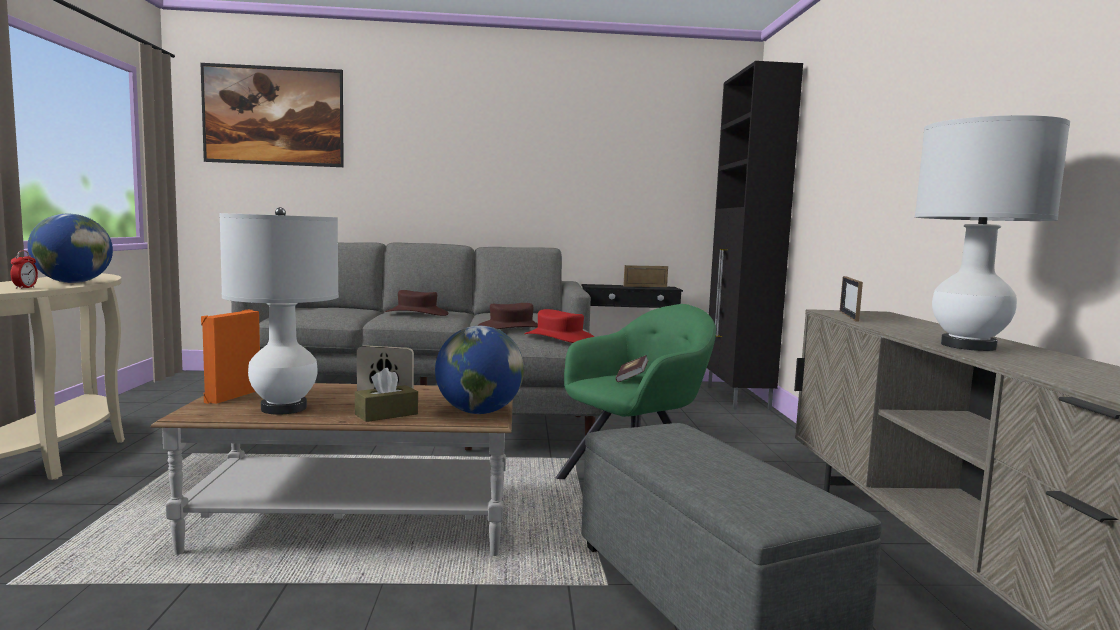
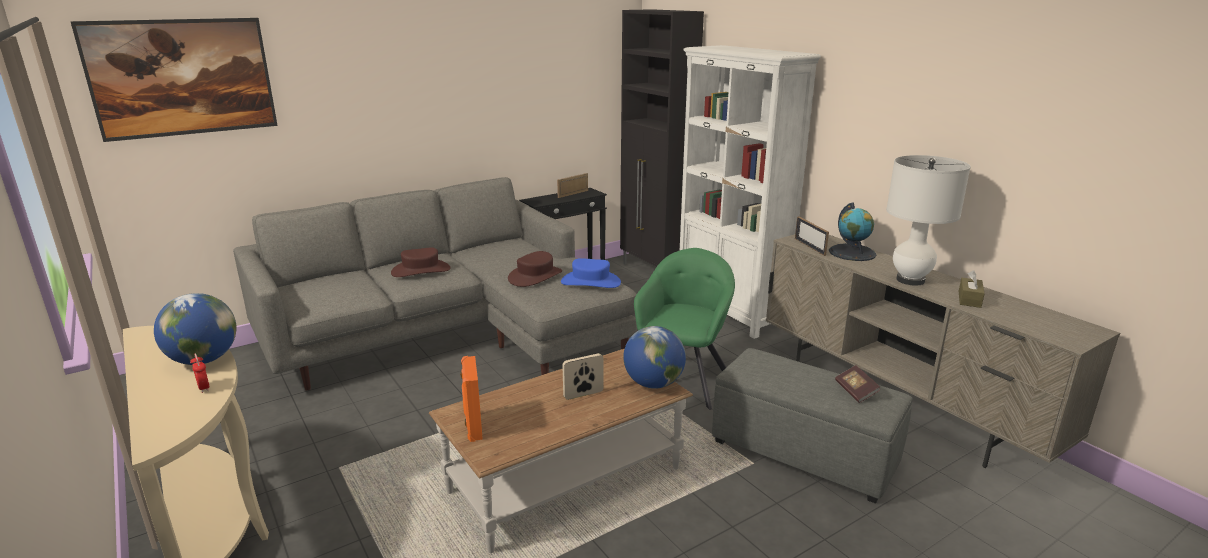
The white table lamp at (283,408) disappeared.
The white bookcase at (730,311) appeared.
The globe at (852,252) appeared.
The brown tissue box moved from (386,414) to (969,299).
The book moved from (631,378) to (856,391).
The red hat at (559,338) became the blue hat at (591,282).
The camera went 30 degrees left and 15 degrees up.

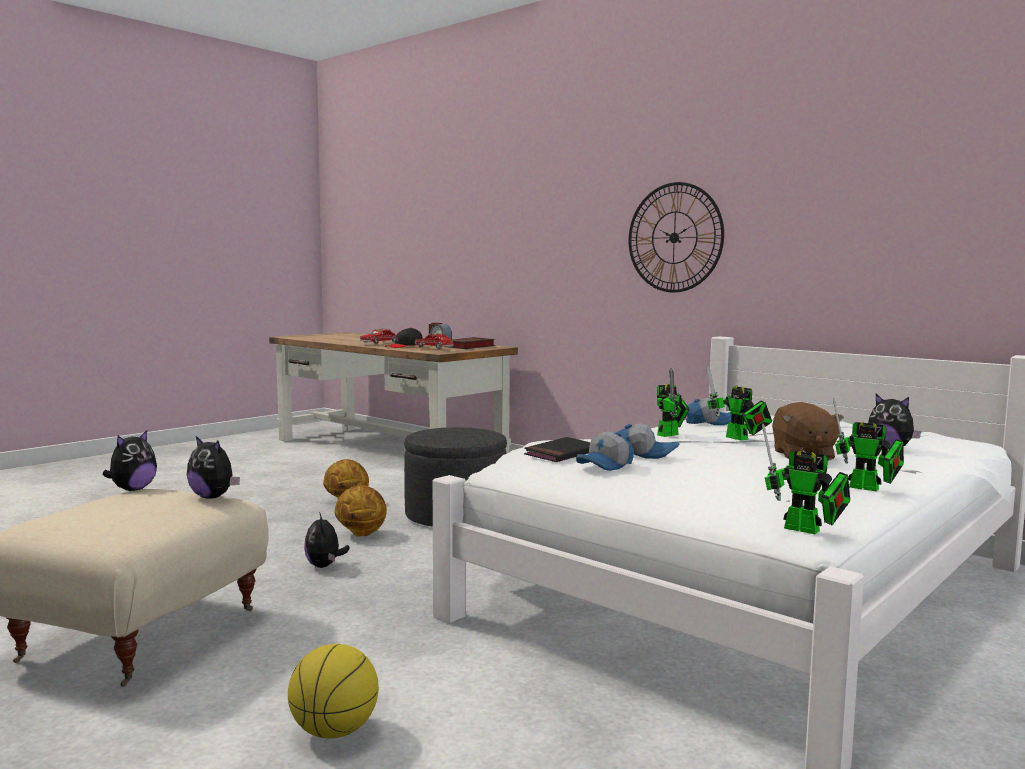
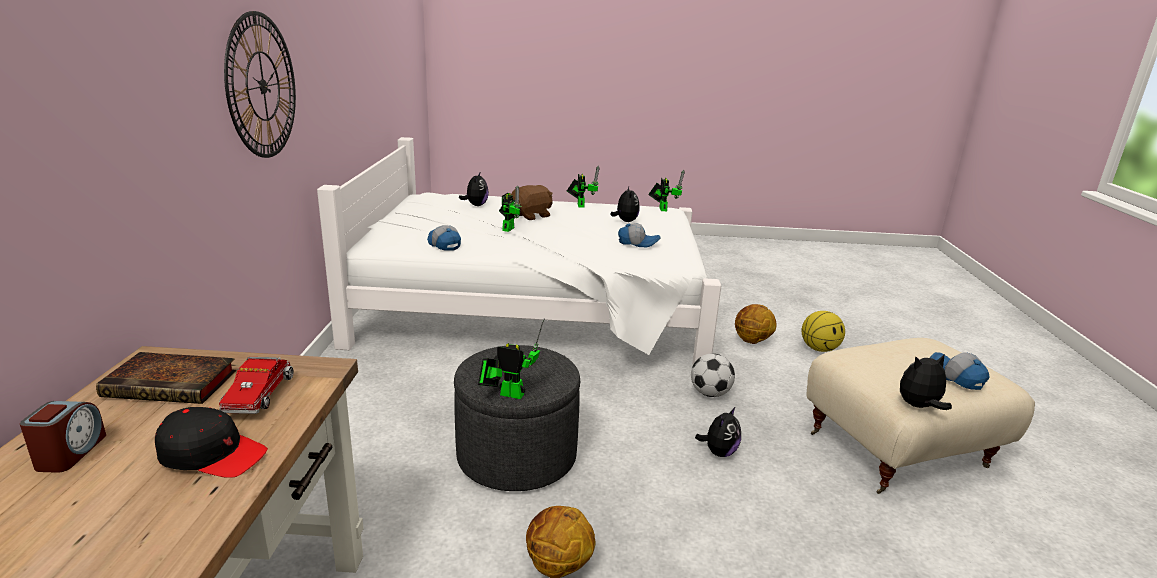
The toy truck at (380,344) disappeared.
The black book at (562,454) disappeared.
The football at (710,393) appeared.
The plush toy moved from (213,497) to (625,221).
The basketball moved from (361,534) to (752,341).
The cap moved from (645,454) to (955,377).
The toy robot moved from (670,434) to (508,393).
The camera went 130 degrees left and 15 degrees up.

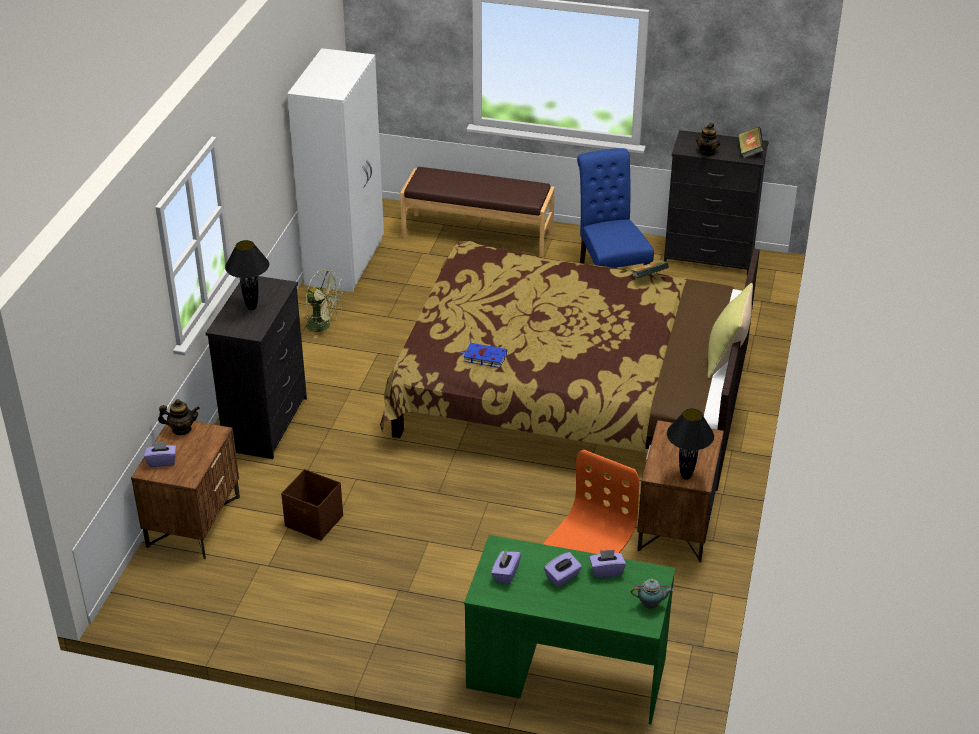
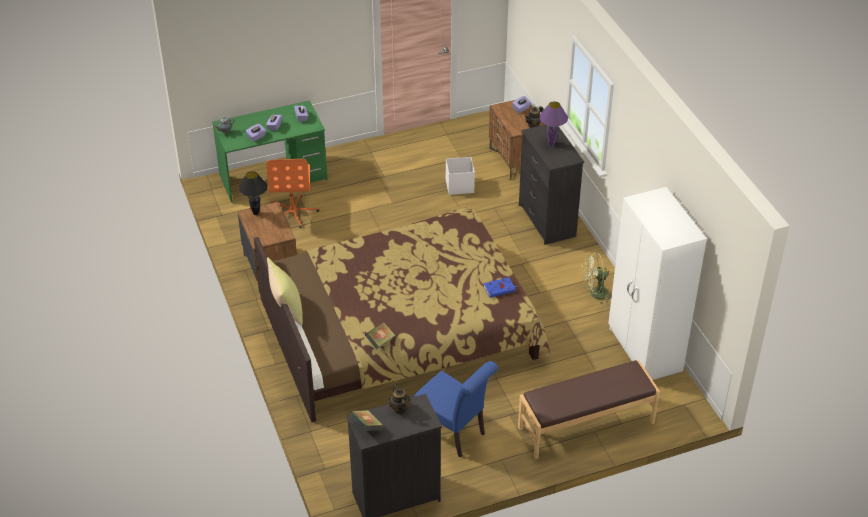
The blue book moved from (483,357) to (500,289).
The black table lamp at (252,308) became the purple table lamp at (551,144).
The brown storage box at (314,522) became the white storage box at (459,186).
The camera went 145 degrees right and 5 degrees up.

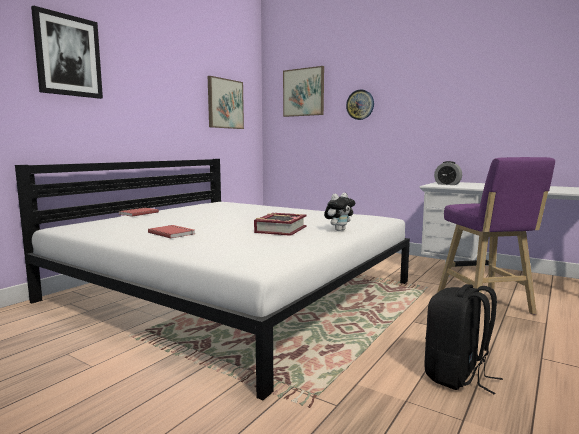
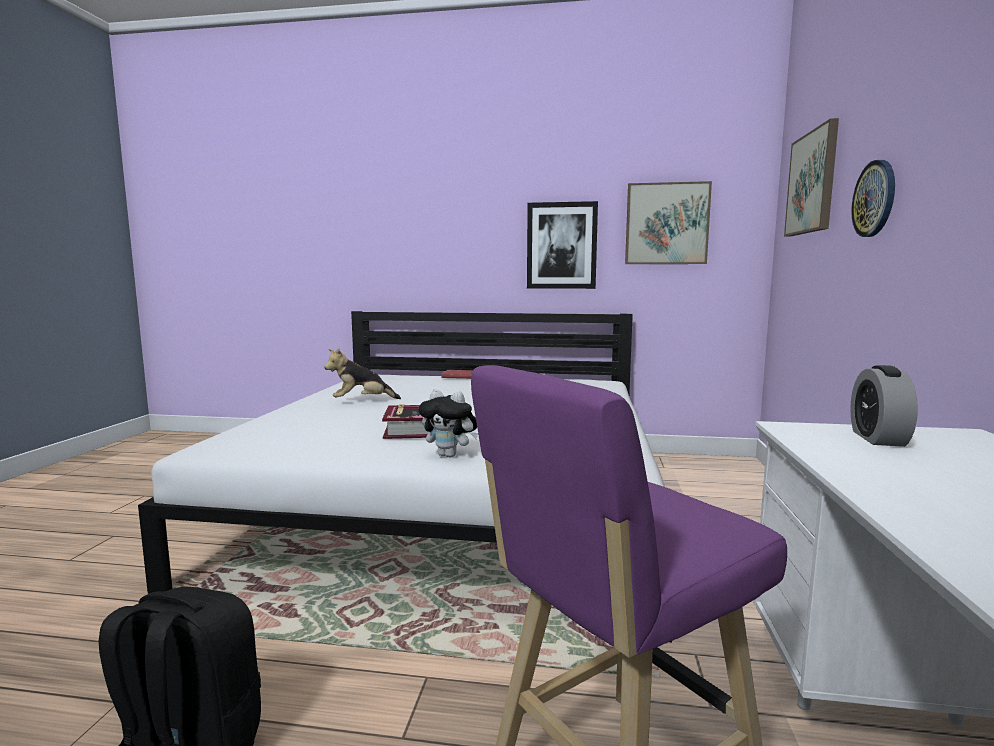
The picture moved from (68,56) to (561,246).
The red book at (172,233) was replaced by the plush toy at (361,401).
The camera went 65 degrees right and 0 degrees up.

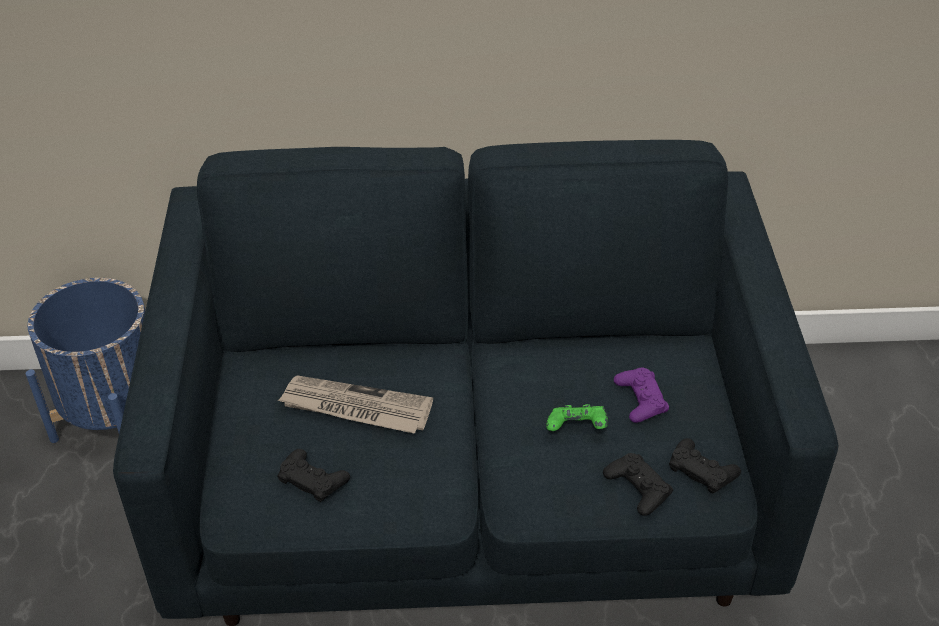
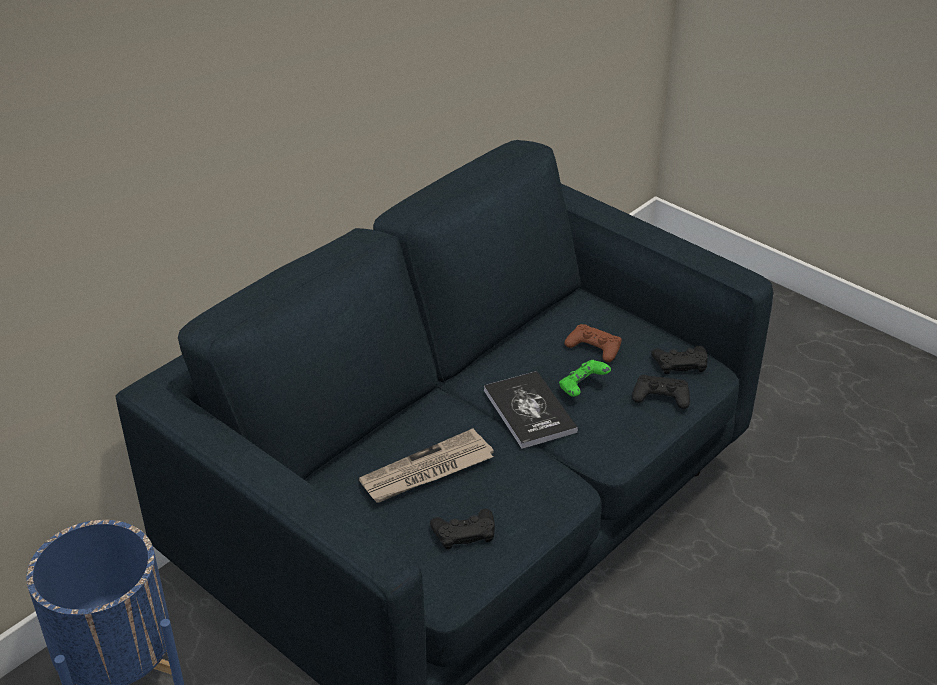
The book at (529,411) appeared.
The purple game controller at (640,399) became the brown game controller at (594,347).
The camera went 45 degrees left and 5 degrees down.

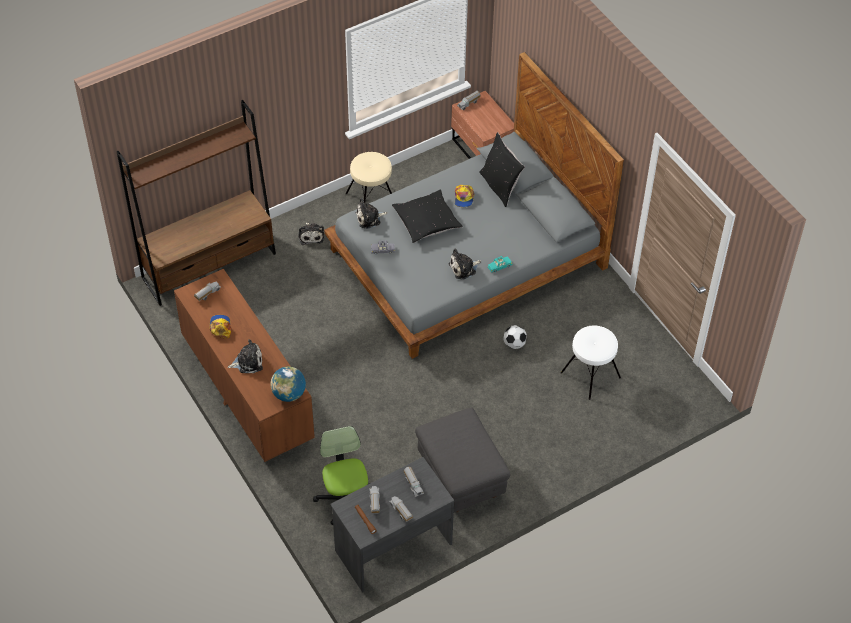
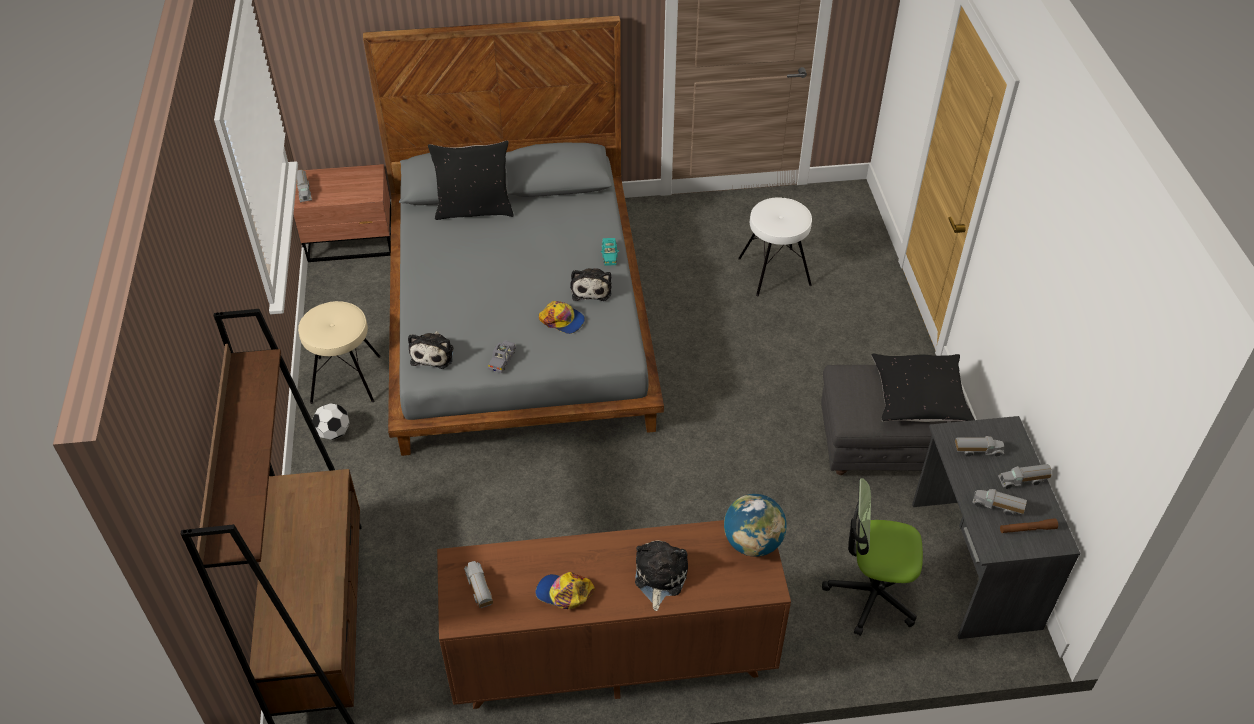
The plush toy at (311,235) disappeared.
The black pillow moved from (426,221) to (919,396).
The cap moved from (464,198) to (562,320).
The football moved from (514,344) to (333,433).
The camera went 65 degrees left and 5 degrees down.

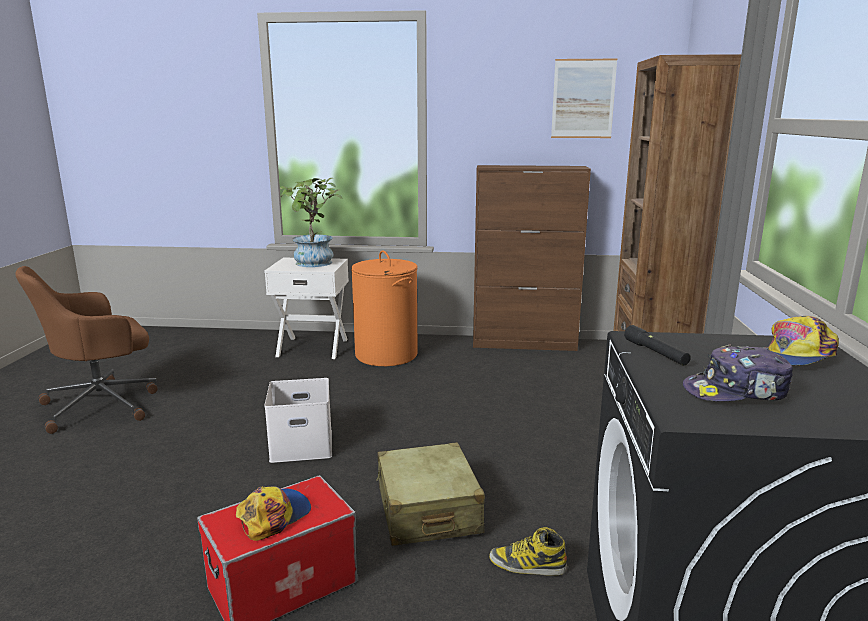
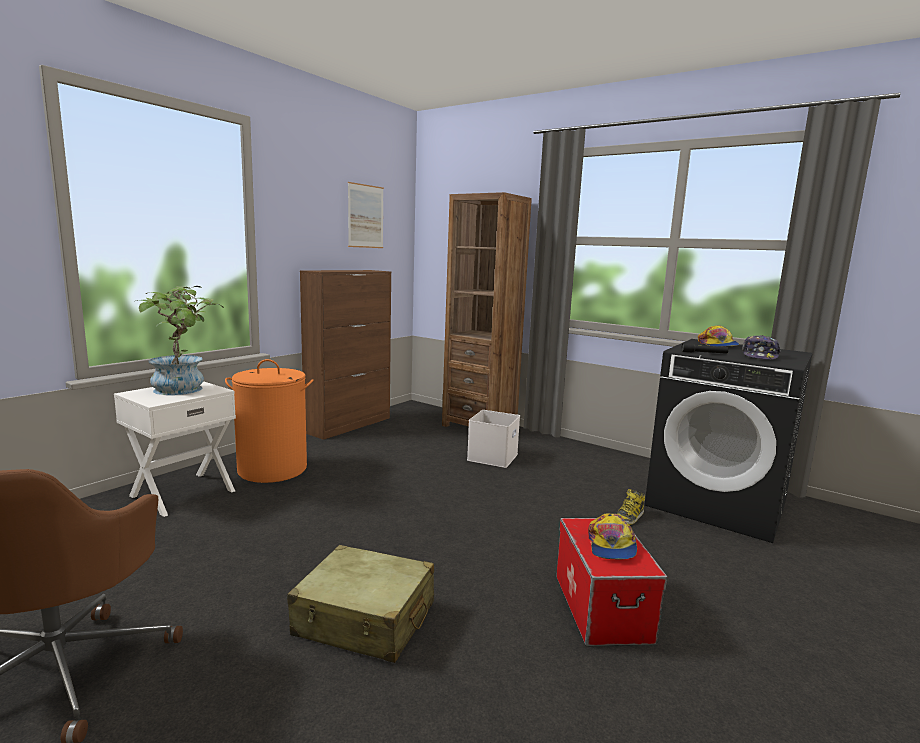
The white storage box moved from (303,444) to (492,456).
The beige suitcase moved from (427,510) to (365,619).
The cap at (274,516) turned 150 degrees counterclockwise.
The camera went 60 degrees left and 5 degrees down.

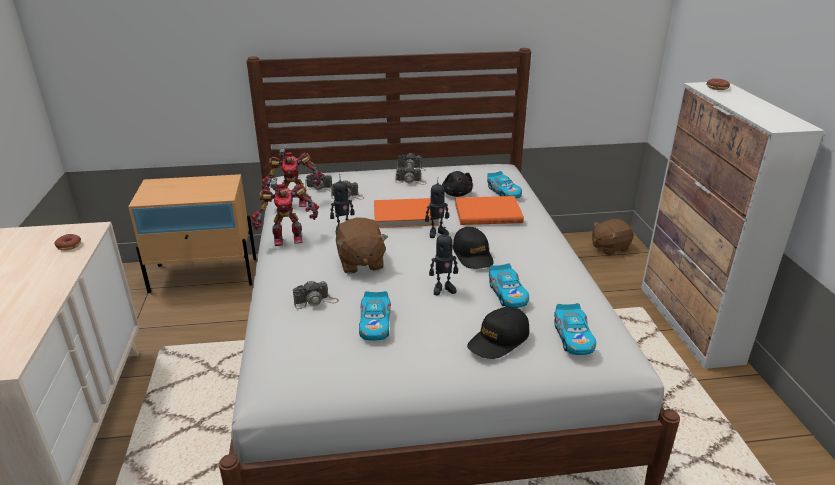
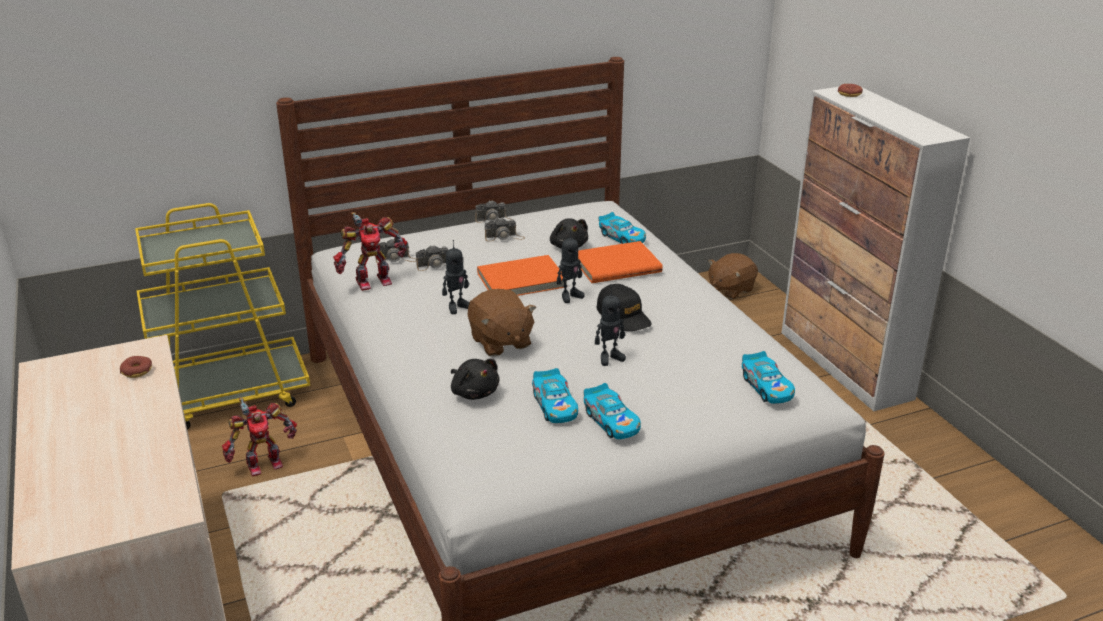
The black cap at (498,340) disappeared.
The toy robot moved from (287,238) to (263,463).
The toy car moved from (508,294) to (611,421).
The beige nightstand at (204,275) was replaced by the yellow cart at (228,395).
The photo camera at (316,301) was replaced by the black plush toy at (474,392).
The camera went 15 degrees left and 0 degrees up.

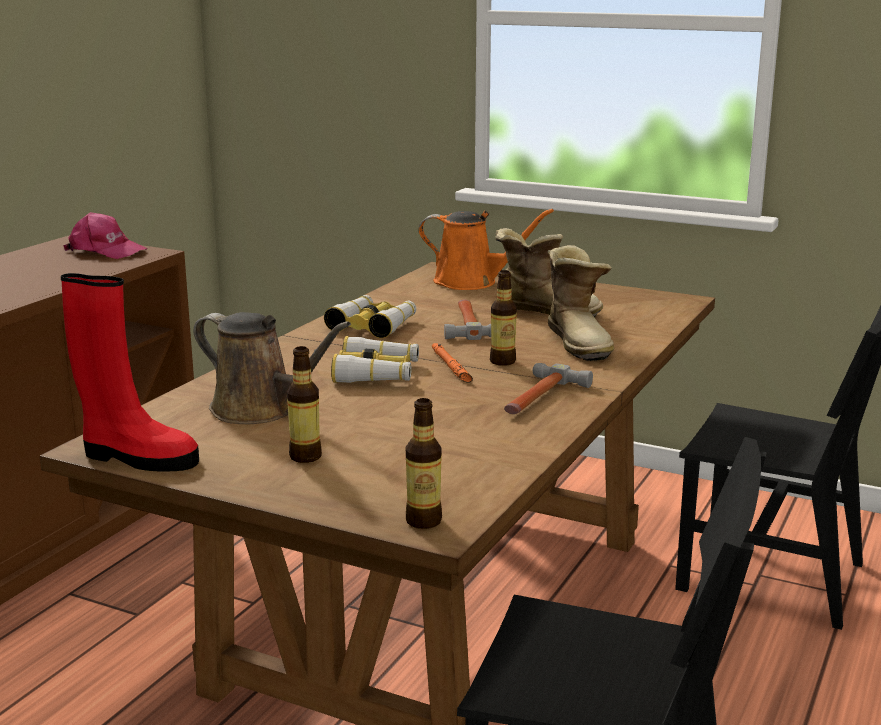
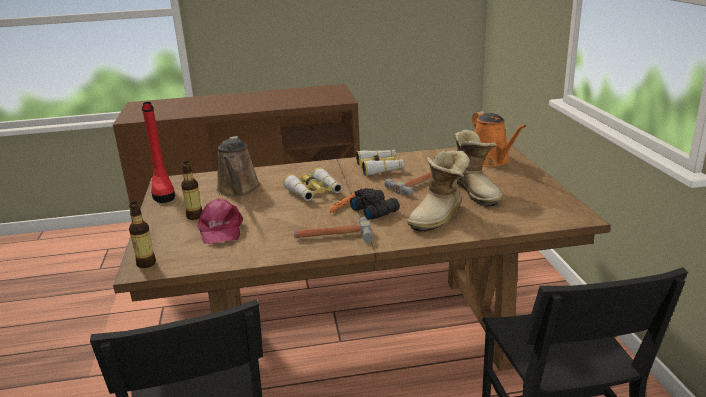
The pink cap moved from (105,251) to (220,230).
The bottle at (502,361) was replaced by the black binoculars at (375,210).
The camera went 55 degrees right and 5 degrees up.

